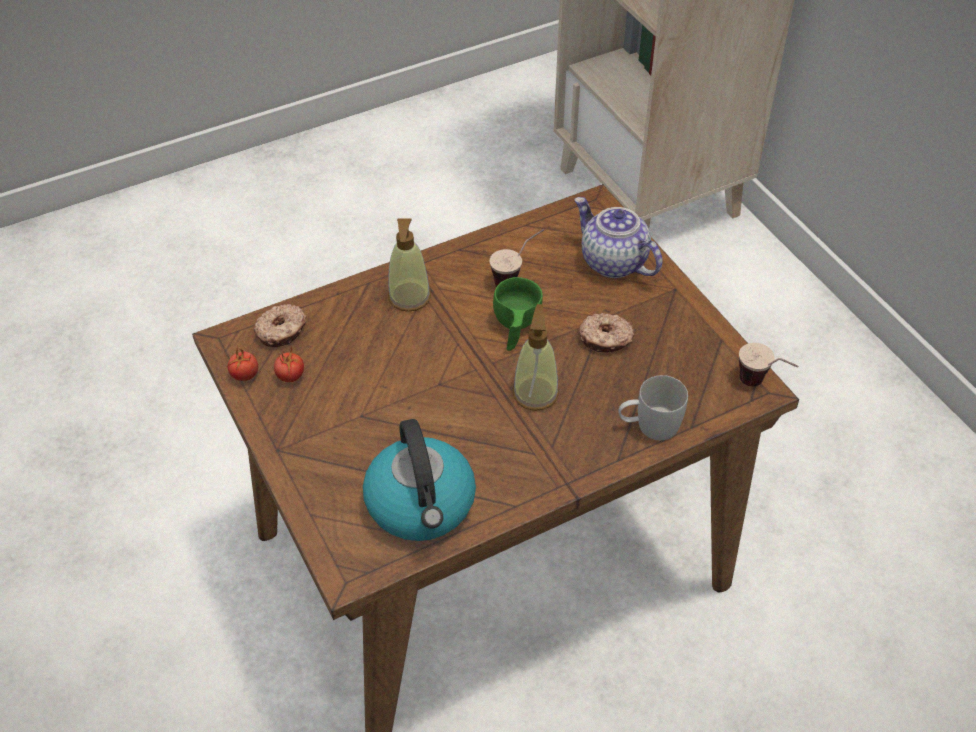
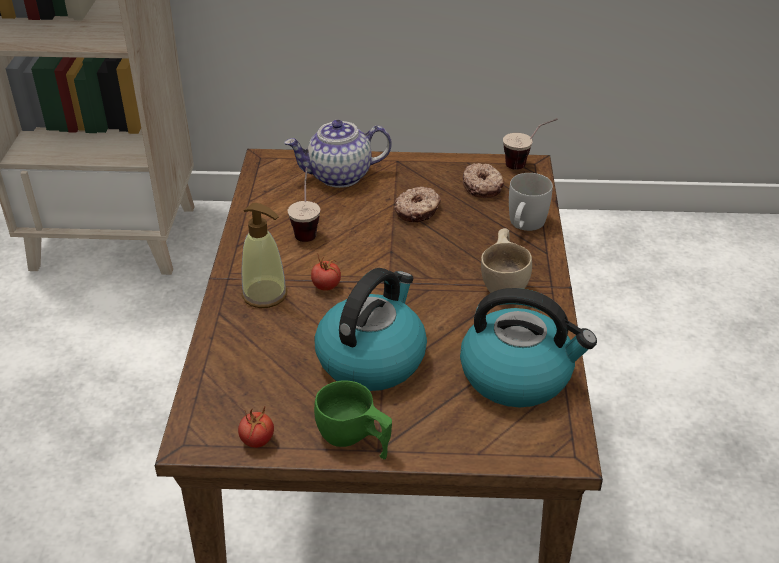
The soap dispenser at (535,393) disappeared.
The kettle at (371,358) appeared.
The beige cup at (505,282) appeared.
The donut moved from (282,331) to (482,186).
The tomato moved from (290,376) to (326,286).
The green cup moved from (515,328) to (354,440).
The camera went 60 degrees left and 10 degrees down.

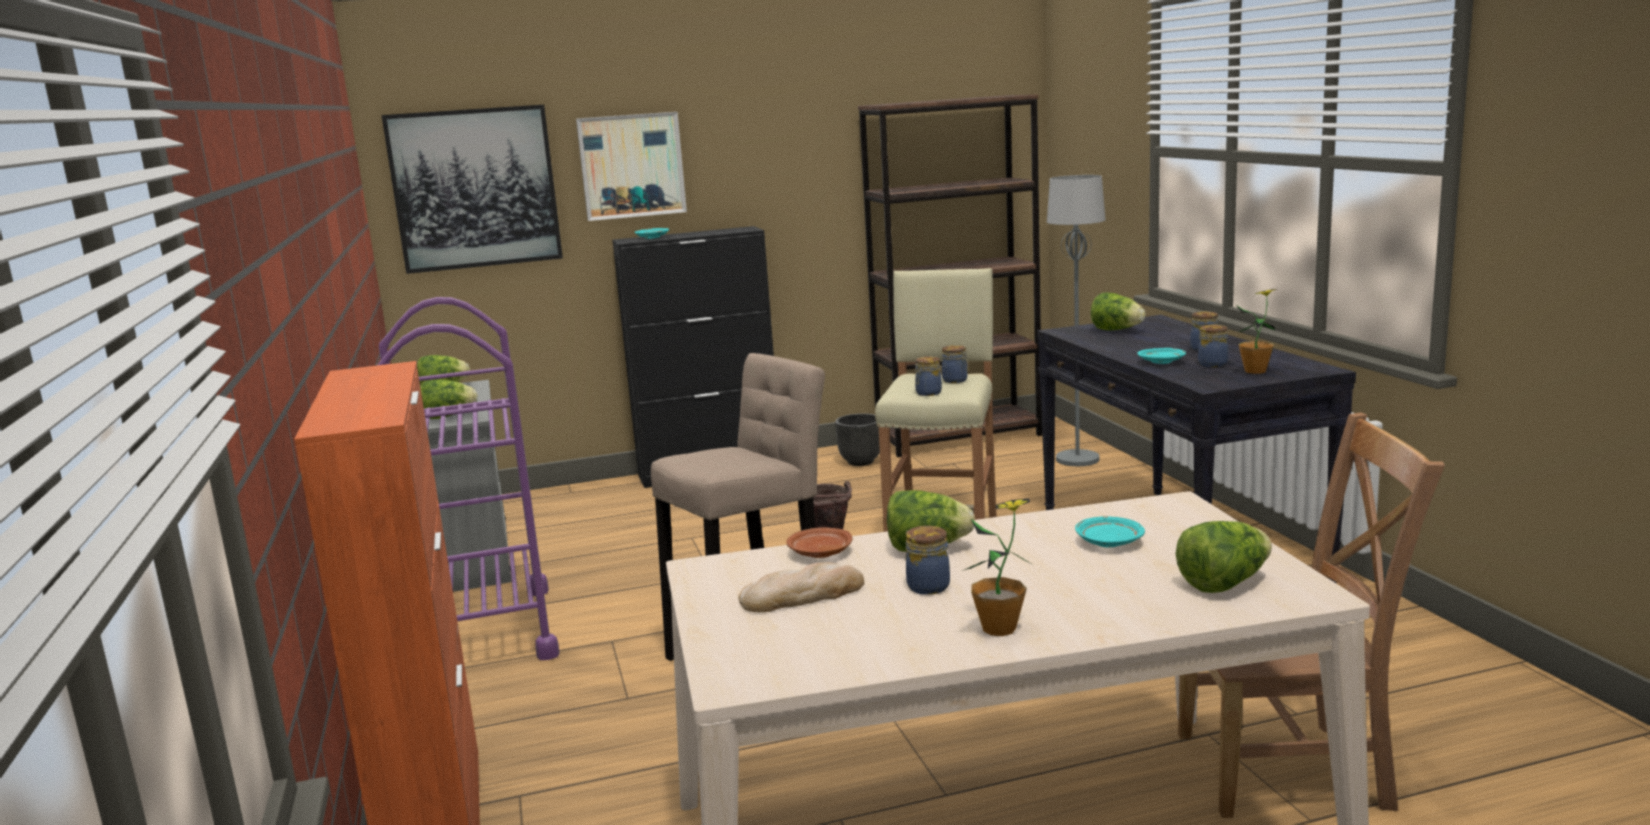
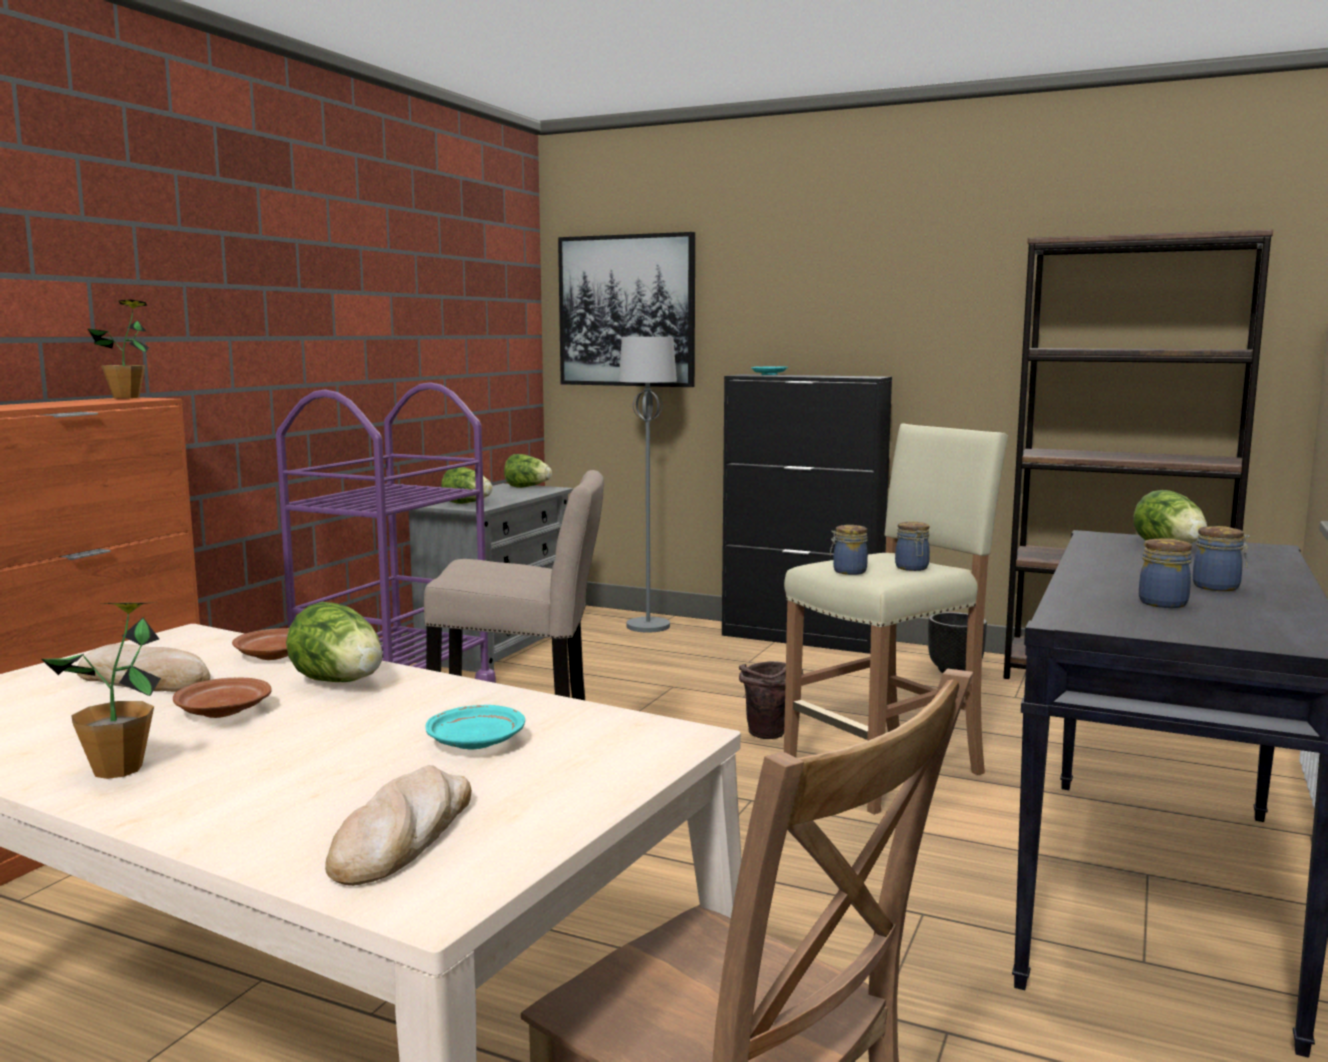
The picture at (631,166) disappeared.
The turquoise plate at (1162,362) disappeared.
The grey floor lamp moved from (1078,459) to (648,626).
The potted plant moved from (1255,371) to (126,397).
The jar at (926,586) was replaced by the brown plate at (222,711).
The lettuce at (1223,584) was replaced by the bread at (403,835).
The camera went 40 degrees right and 5 degrees down.

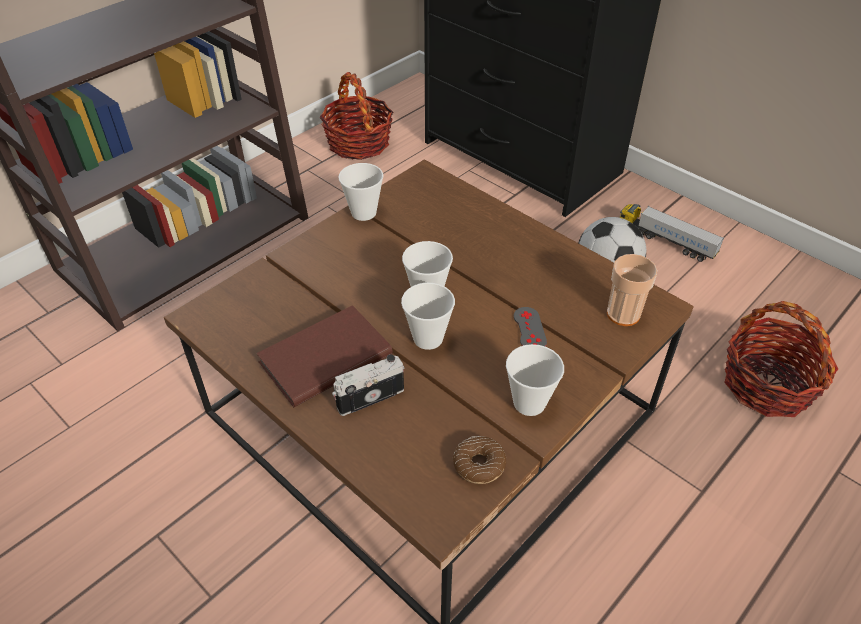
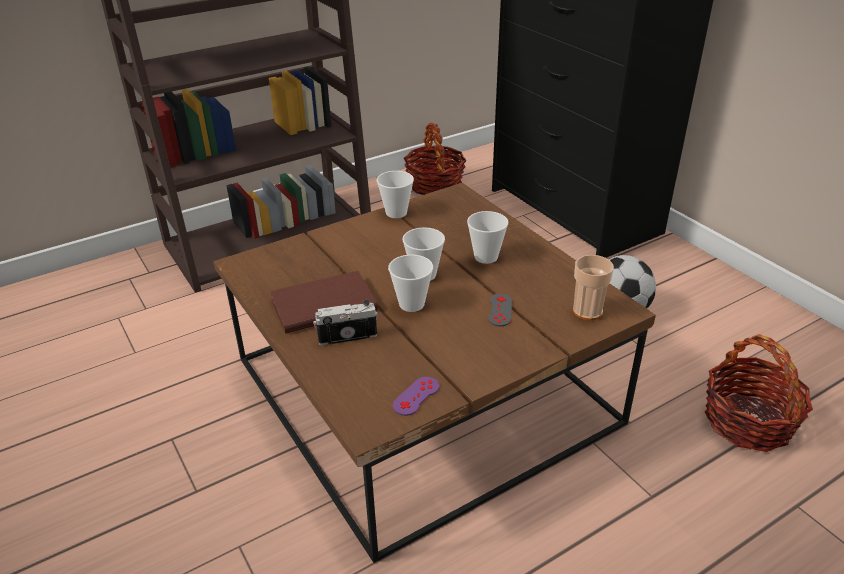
The toy truck at (665,241) disappeared.
The cup moved from (529,403) to (486,257).
The donut at (479,465) was replaced by the purple game controller at (416,396).
The camera went 15 degrees right and 10 degrees down.

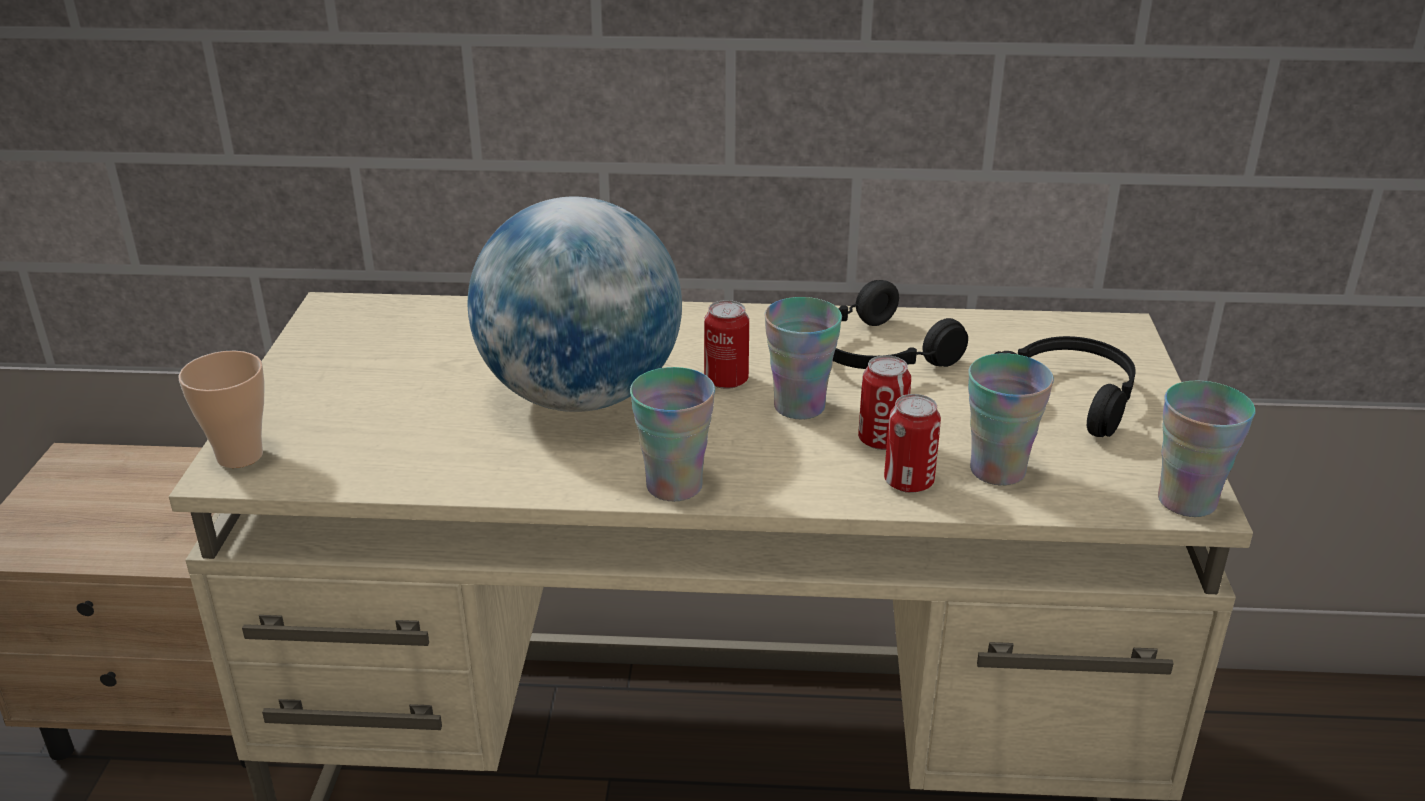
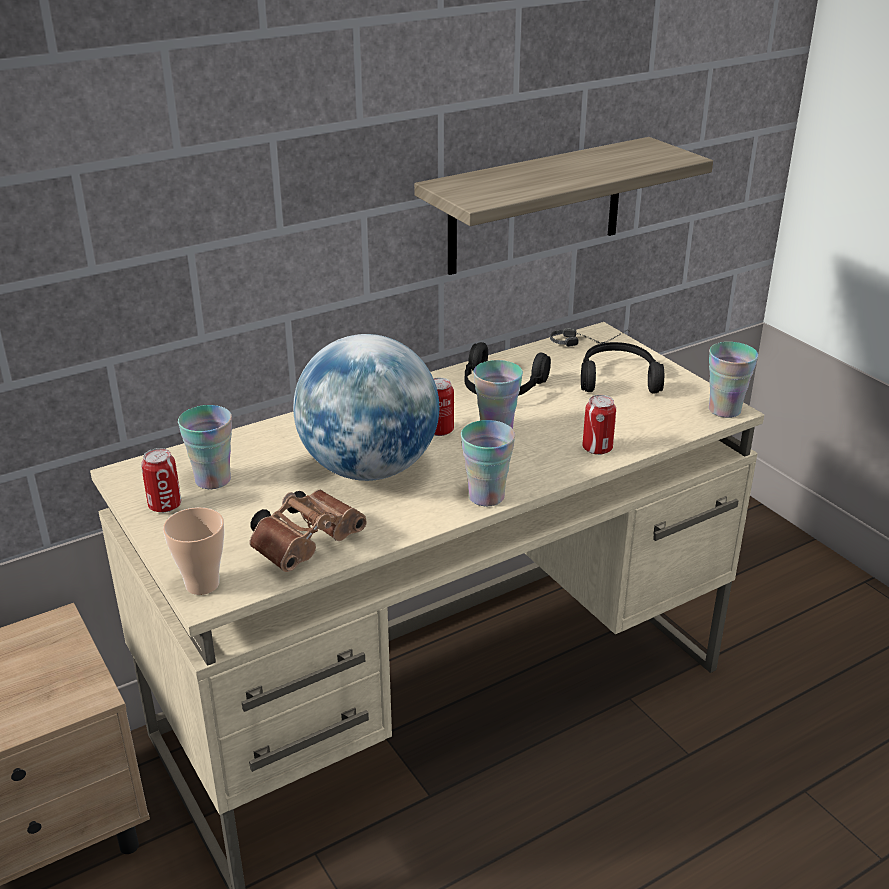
The brown binoculars at (308,543) appeared.
The shelf at (536,206) appeared.
The headphones at (588,342) appeared.
The can moved from (881,440) to (165,505).
The cup moved from (997,470) to (213,480).
The camera went 35 degrees left and 0 degrees up.

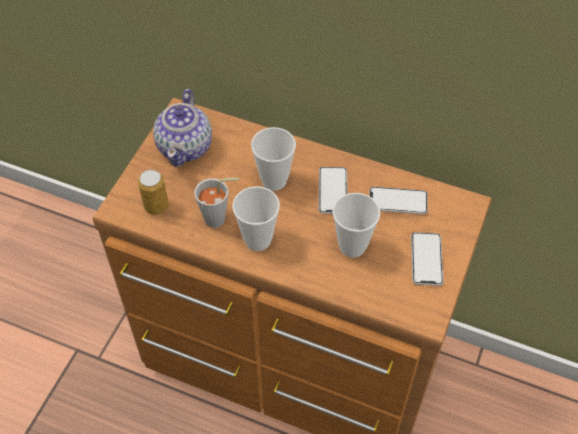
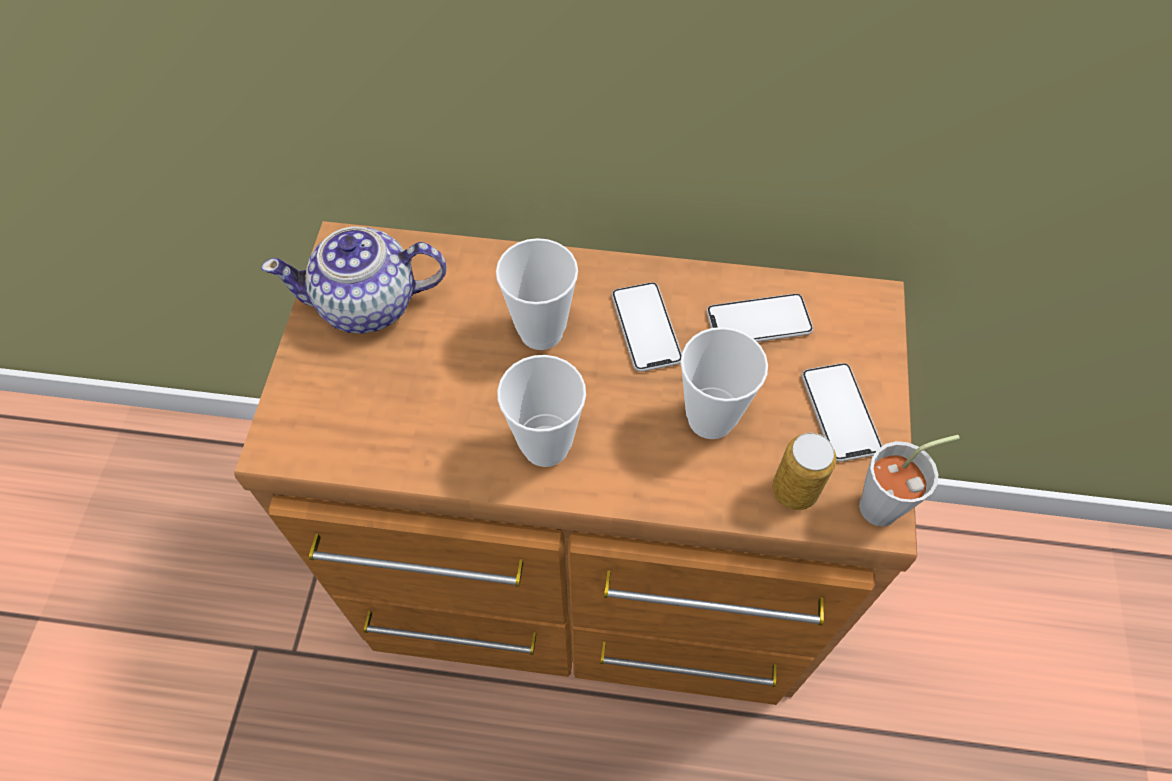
The can moved from (156,206) to (794,490).
The grey cup moved from (220,219) to (887,506).
The teapot at (185,147) turned 90 degrees clockwise.
The camera went 15 degrees left and 5 degrees up.

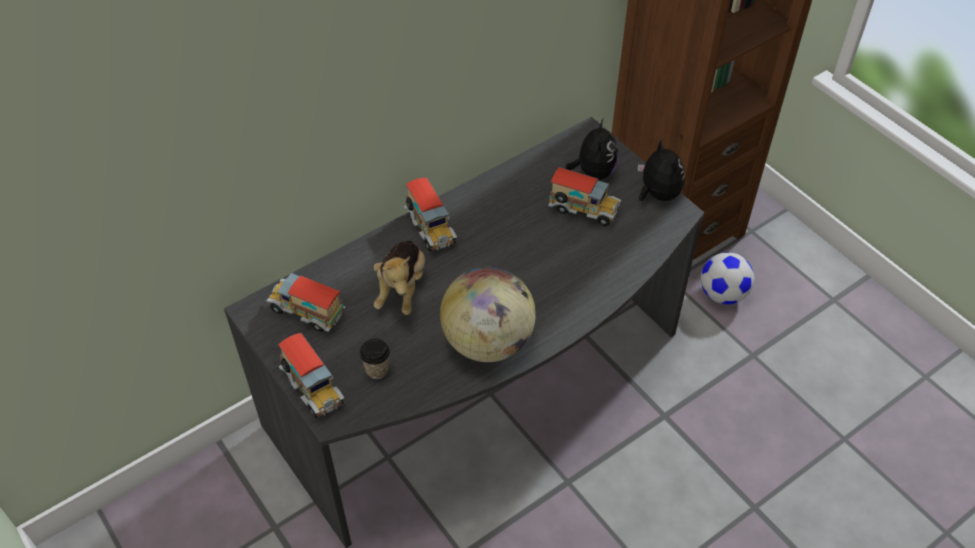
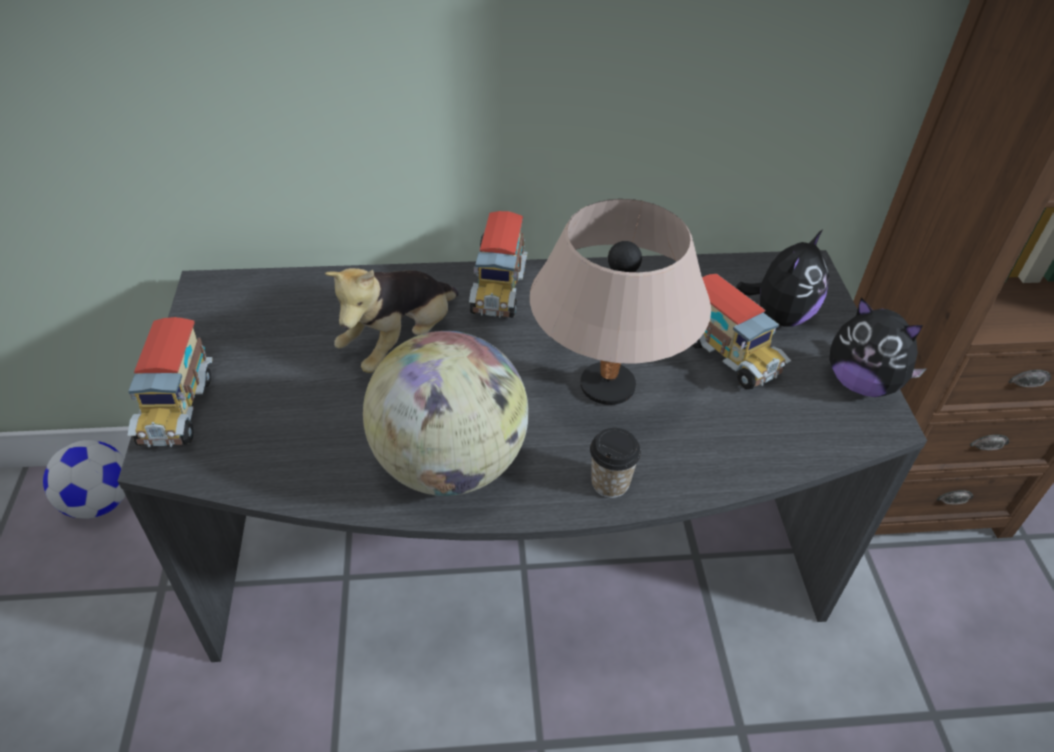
The toy truck at (308,312) disappeared.
The beige table lamp at (608,386) appeared.
The cup moved from (377,370) to (610,483).
The football moved from (723,294) to (100,502).
The plush toy at (657,194) turned 120 degrees clockwise.
The camera went 30 degrees right and 5 degrees down.

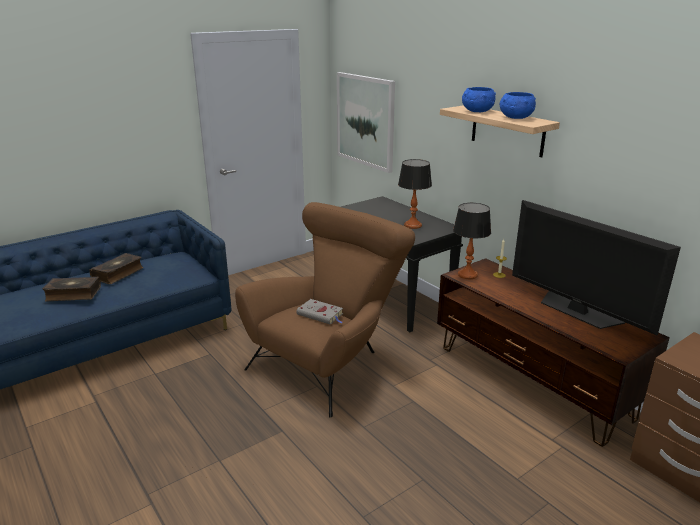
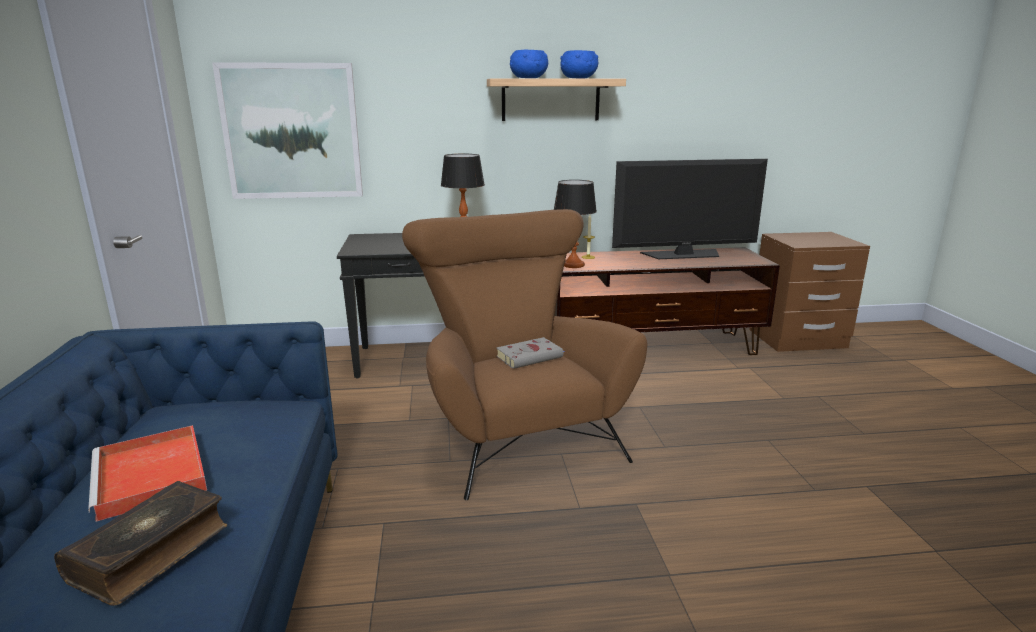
The book at (118,273) was replaced by the red tray at (151,476).
The camera went 60 degrees left and 5 degrees down.

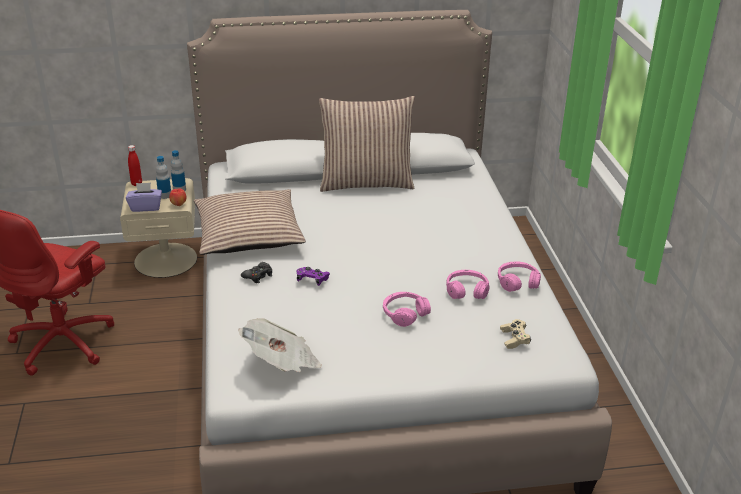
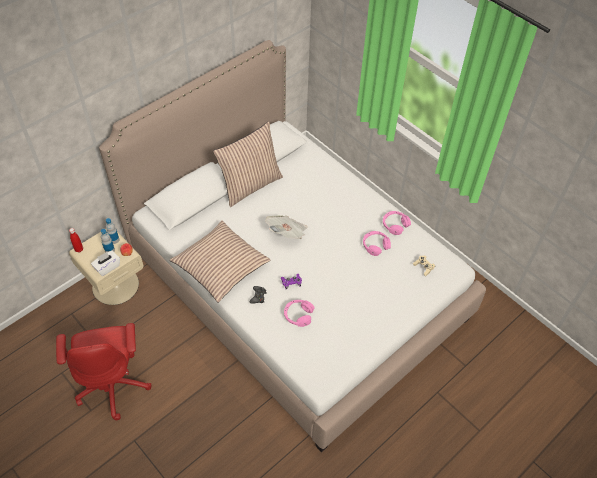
The newspaper moved from (282,362) to (287,233).
The pink headphones moved from (405,314) to (298,315).
The purple tissue box at (146,207) became the white tissue box at (107,267).
The camera went 35 degrees left and 20 degrees up.

